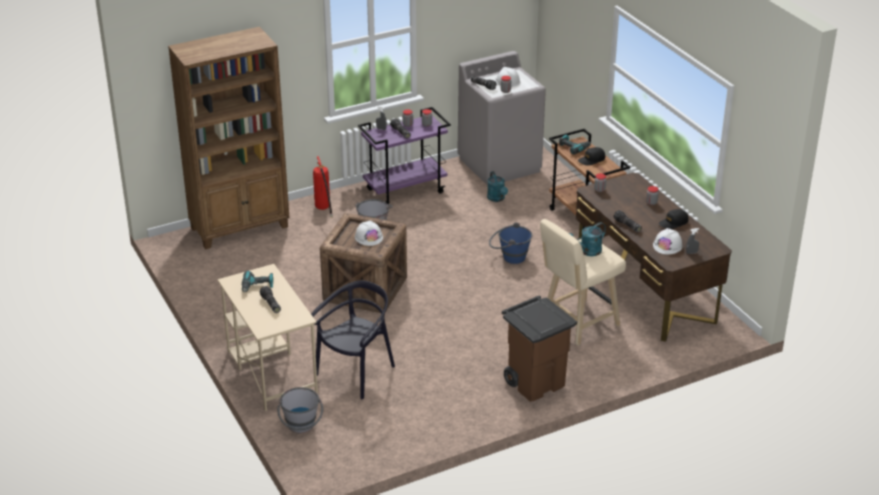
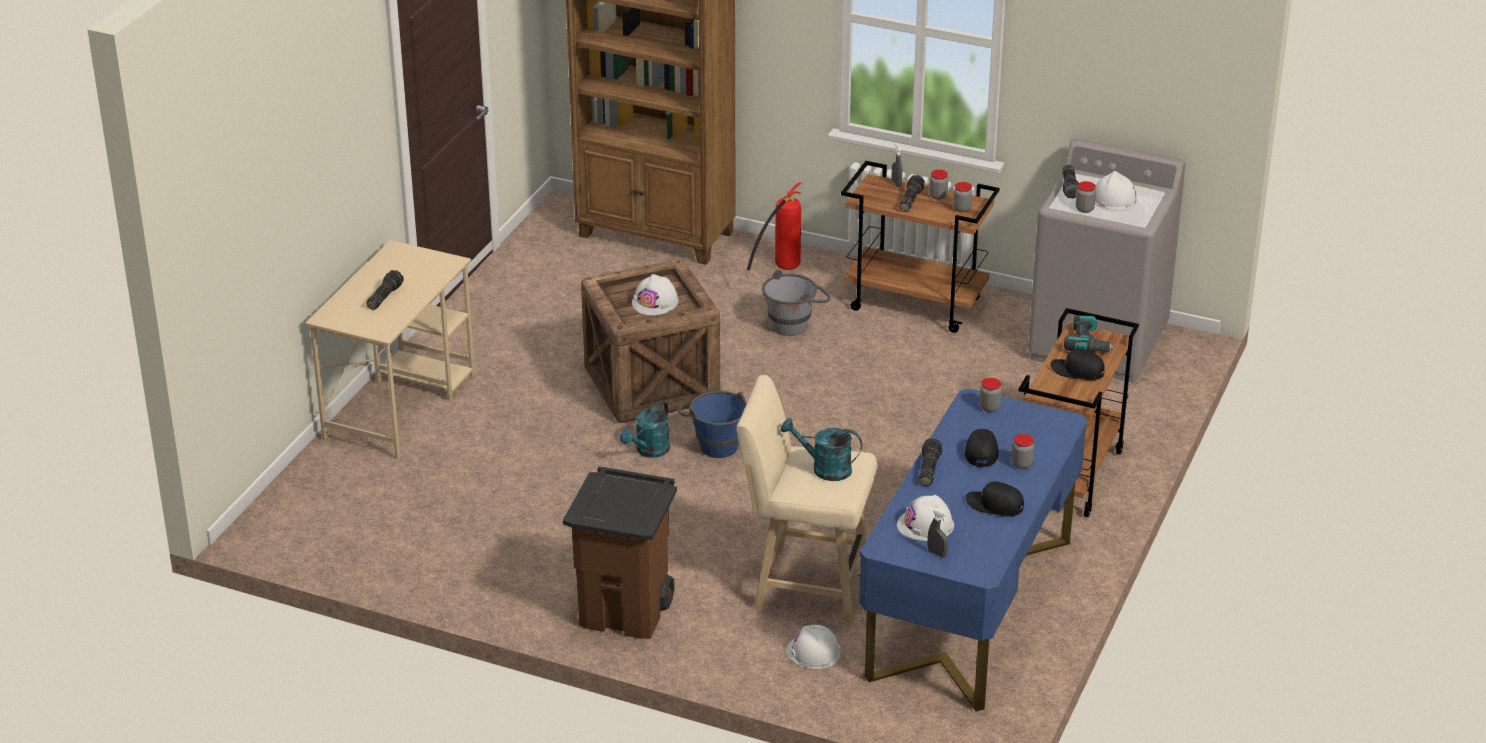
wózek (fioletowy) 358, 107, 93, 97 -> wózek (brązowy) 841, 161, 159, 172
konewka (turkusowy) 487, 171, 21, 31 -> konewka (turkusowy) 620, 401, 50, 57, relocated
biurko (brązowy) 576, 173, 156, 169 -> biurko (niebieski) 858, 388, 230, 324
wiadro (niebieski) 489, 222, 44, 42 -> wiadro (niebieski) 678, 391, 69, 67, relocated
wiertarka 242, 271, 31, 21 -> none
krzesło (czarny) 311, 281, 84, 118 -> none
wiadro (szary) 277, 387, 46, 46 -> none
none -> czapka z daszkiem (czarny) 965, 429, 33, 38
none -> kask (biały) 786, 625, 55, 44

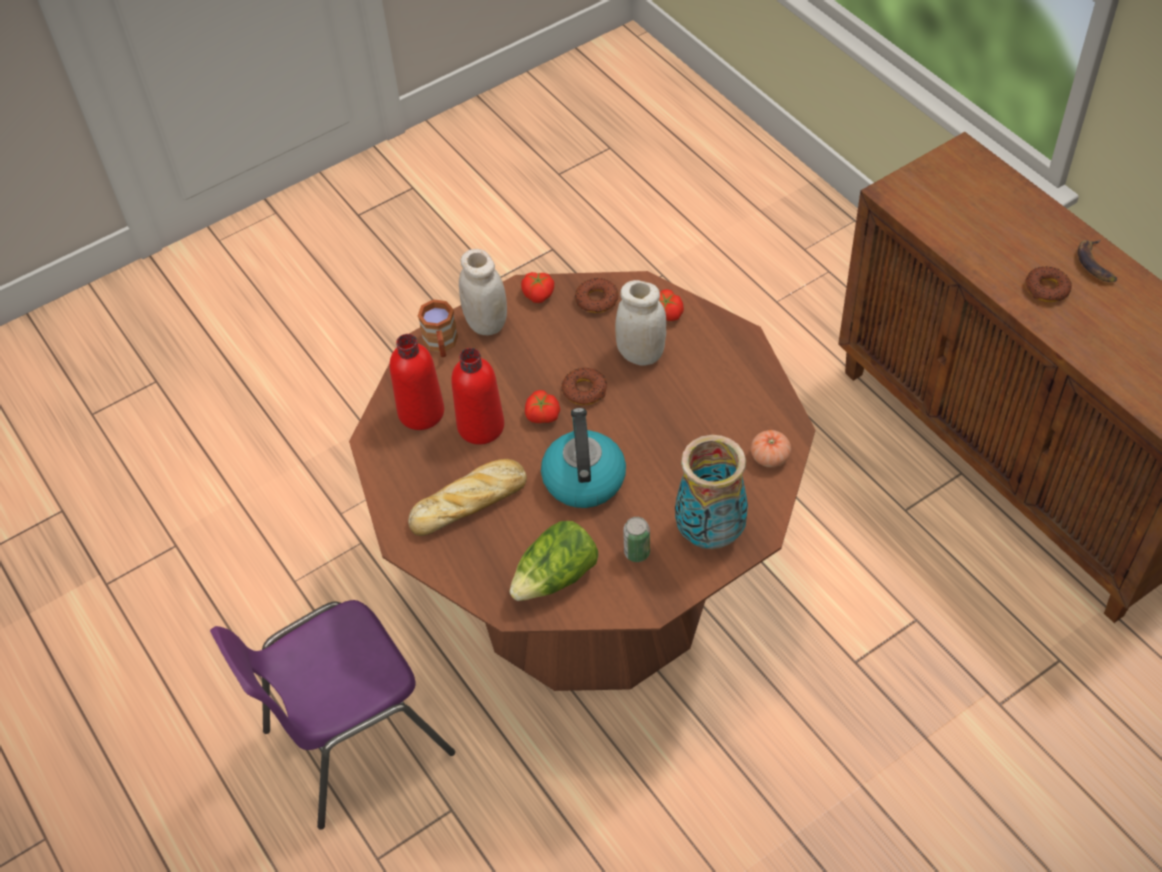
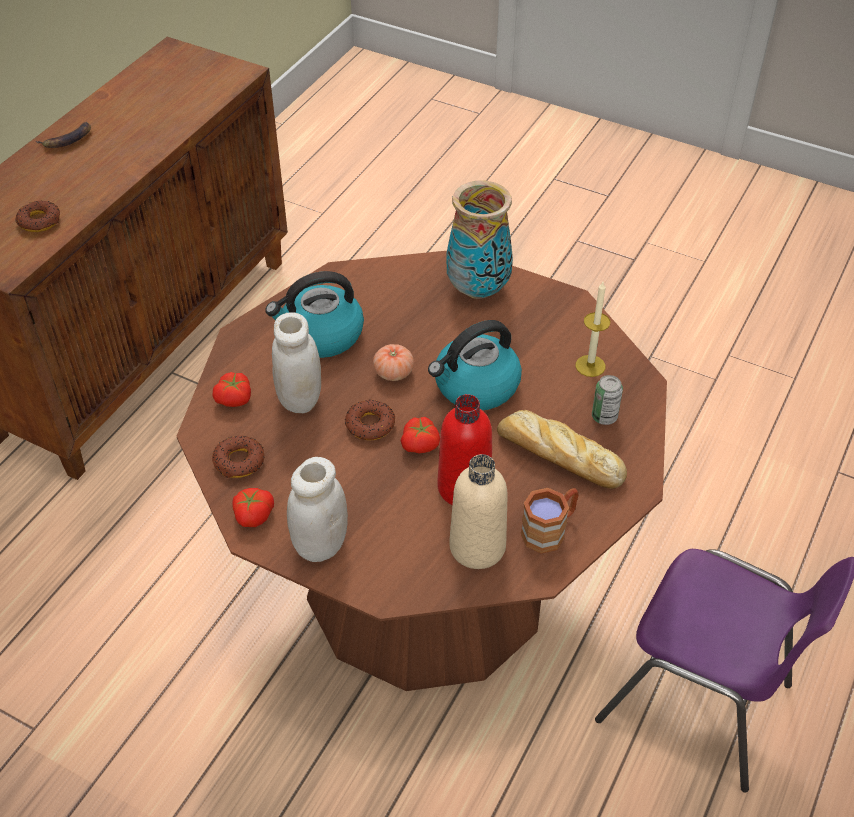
donut 1025, 266, 47, 36 -> donut 16, 200, 44, 32, relocated
kubek (brązowy) 418, 299, 40, 58 -> kubek (brązowy) 521, 488, 58, 66, relocated
butelka (czerwony) 390, 334, 54, 96 -> butelka (beżowy) 449, 454, 59, 115
pomidor 751, 430, 40, 37 -> pomidor 373, 344, 41, 37, relocated
puszka 623, 517, 27, 45 -> puszka 592, 375, 31, 50, relocated
sałata 509, 521, 89, 80 -> świeca 575, 282, 35, 95
none -> czajnik 265, 271, 99, 87

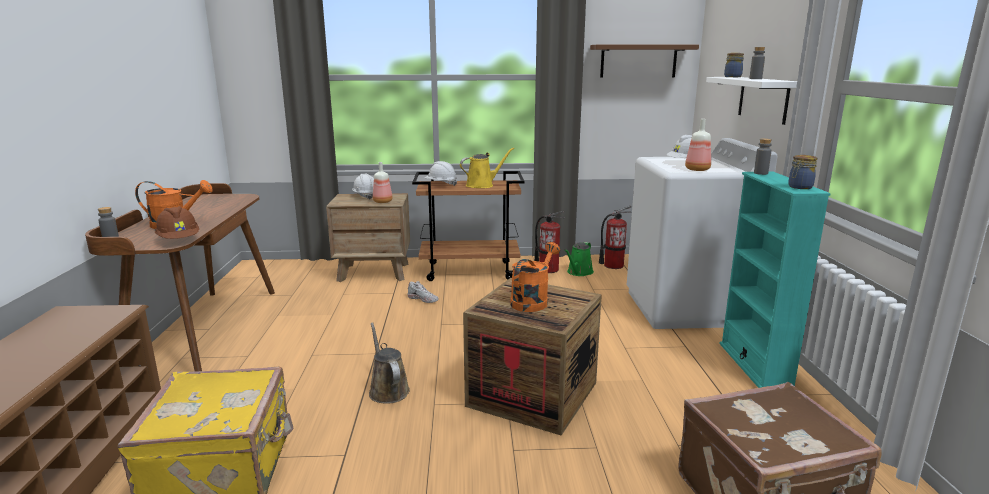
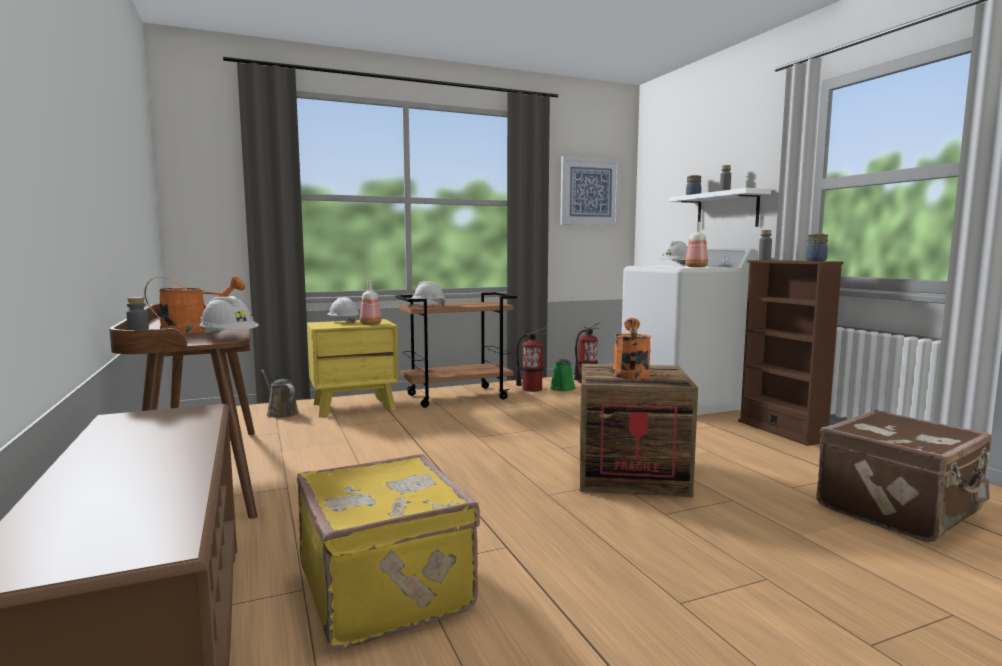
półka (brązowy) 590, 45, 109, 33 -> obraz 560, 156, 60, 70
konewka (żółty) 460, 148, 54, 40 -> none
regał (turkusowy) 719, 172, 112, 216 -> regał (brązowy) 738, 260, 106, 186
szafka nocna (brązowy) 326, 193, 84, 89 -> szafka nocna (żółty) 307, 319, 92, 99
kask (brązowy) 155, 206, 44, 33 -> kask (biały) 199, 296, 60, 40
but (biały) 407, 281, 31, 22 -> none
konewka (brązowy) 369, 322, 41, 82 -> konewka (brązowy) 261, 370, 38, 48, relocated

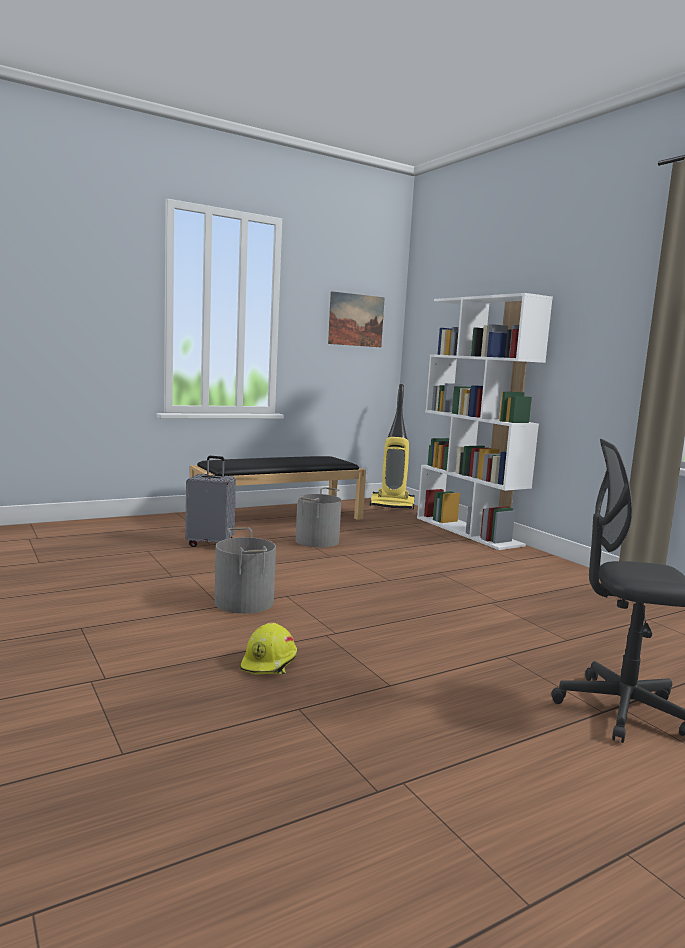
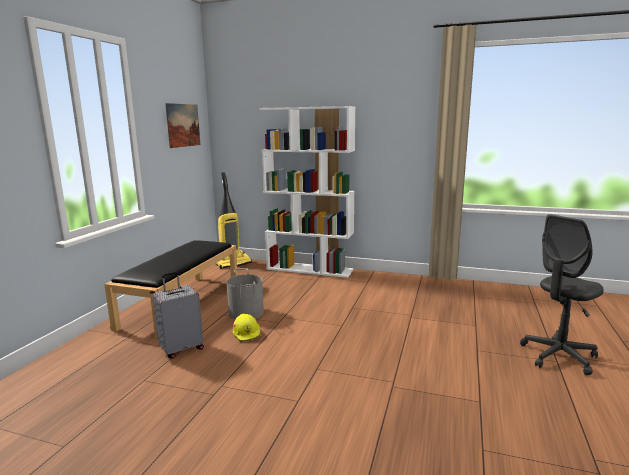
wiadro (szary) 214, 527, 62, 87 -> none
kask (żółty) 240, 623, 57, 52 -> kask (żółty) 233, 314, 28, 28, relocated

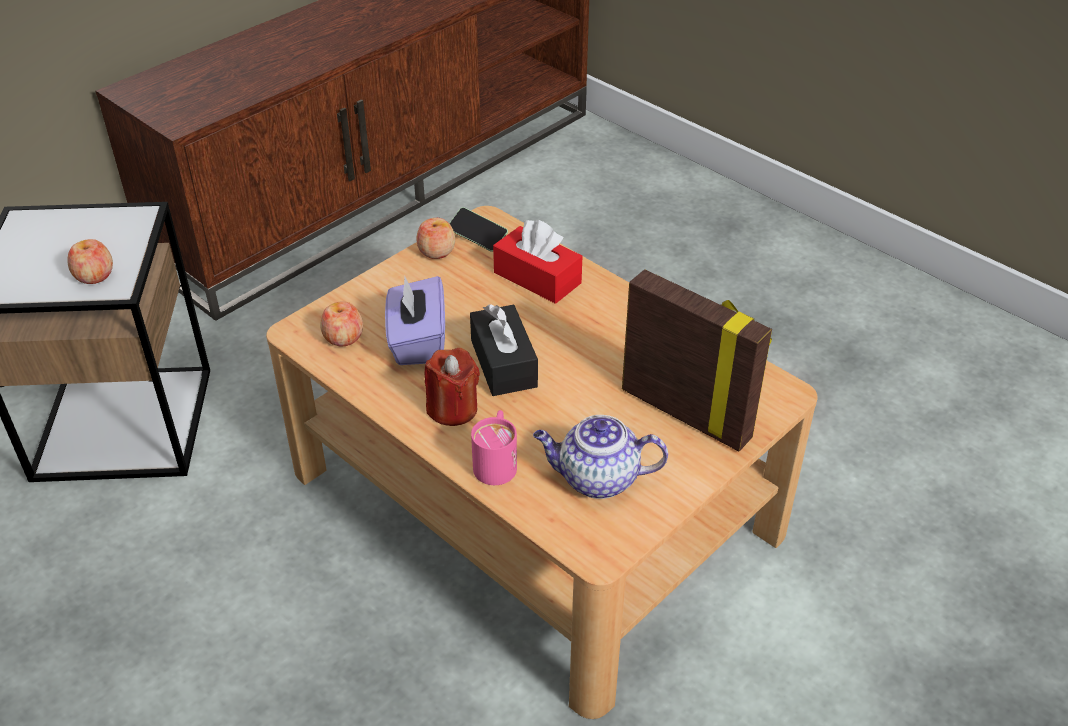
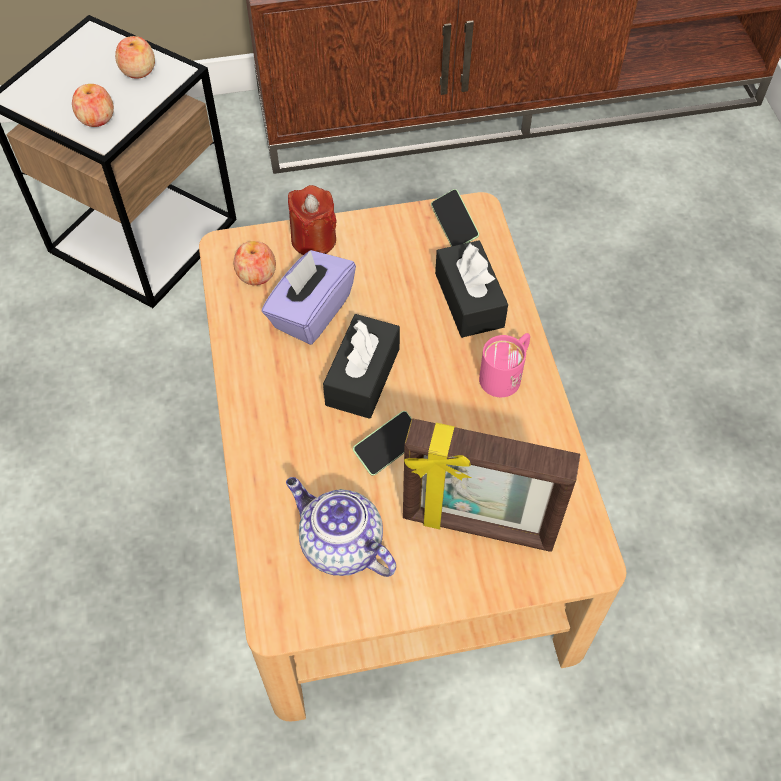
jabłko 416, 218, 39, 41 -> jabłko 115, 36, 40, 43, relocated
pudełko chusteczek (czerwony) 493, 220, 89, 84 -> pudełko chusteczek (czarny) 435, 240, 73, 98
ramka na zdjęcie 622, 269, 150, 182 -> ramka na zdjęcie 403, 418, 177, 134, 120 degrees clockwise
świeca (czerwony) 425, 348, 55, 78 -> świeca (czerwony) 288, 185, 49, 70, relocated
kubek (różowy) 471, 410, 46, 75 -> kubek (różowy) 479, 333, 51, 64, relocated
none -> telefon 353, 411, 59, 65

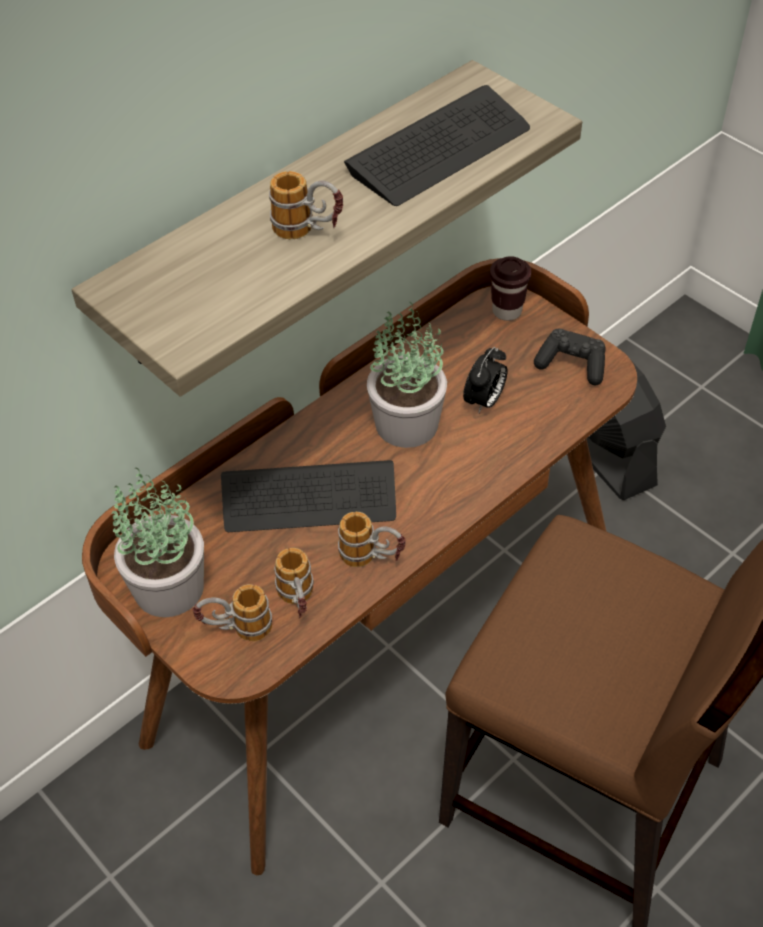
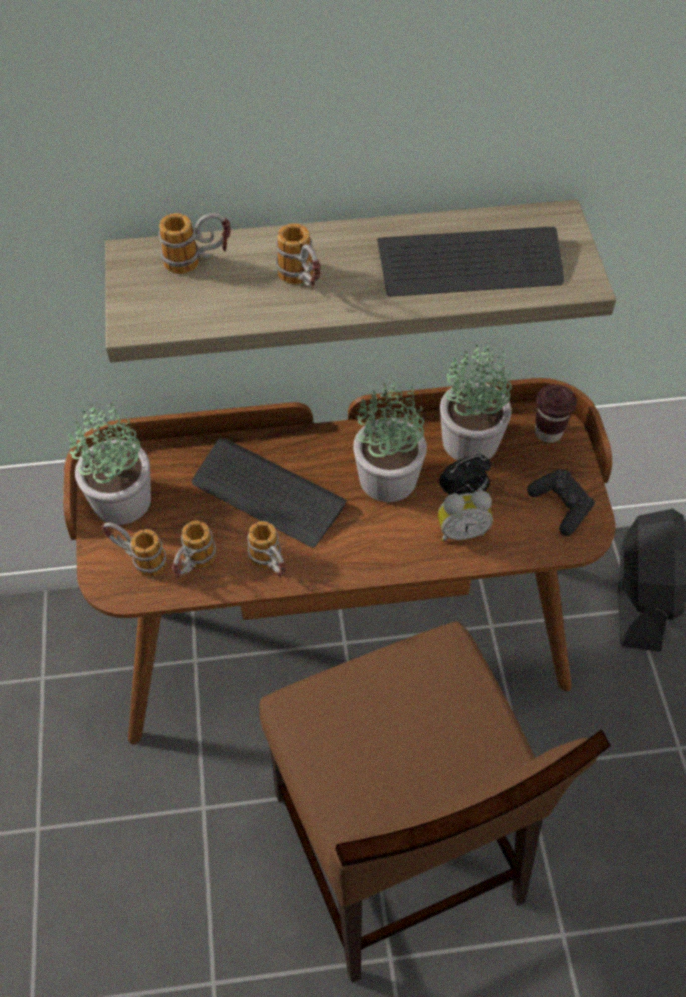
none -> kubek 159, 213, 72, 61
none -> roślina doniczkowa 440, 343, 72, 118
none -> budzik 438, 491, 55, 51

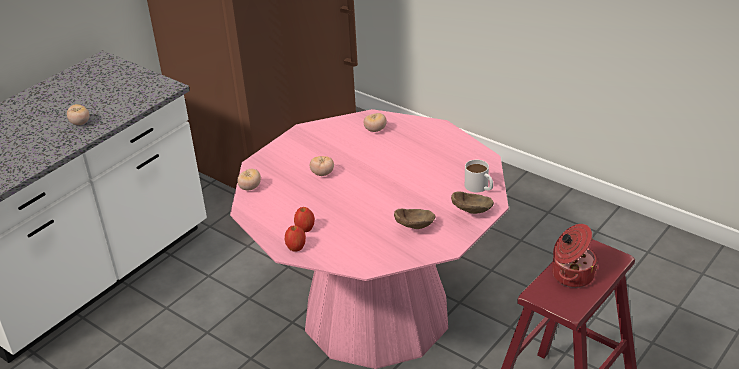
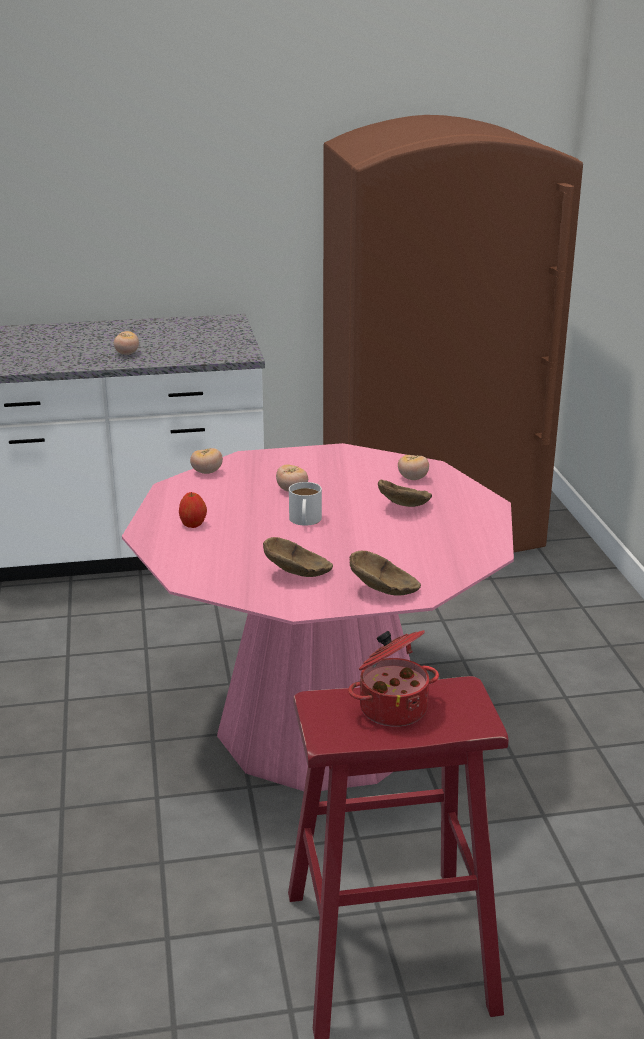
kubek (biały) 465, 160, 28, 32 -> kubek (biały) 289, 482, 33, 44, relocated
jabłko 285, 225, 21, 27 -> none
none -> miska (brązowy) 378, 479, 54, 28

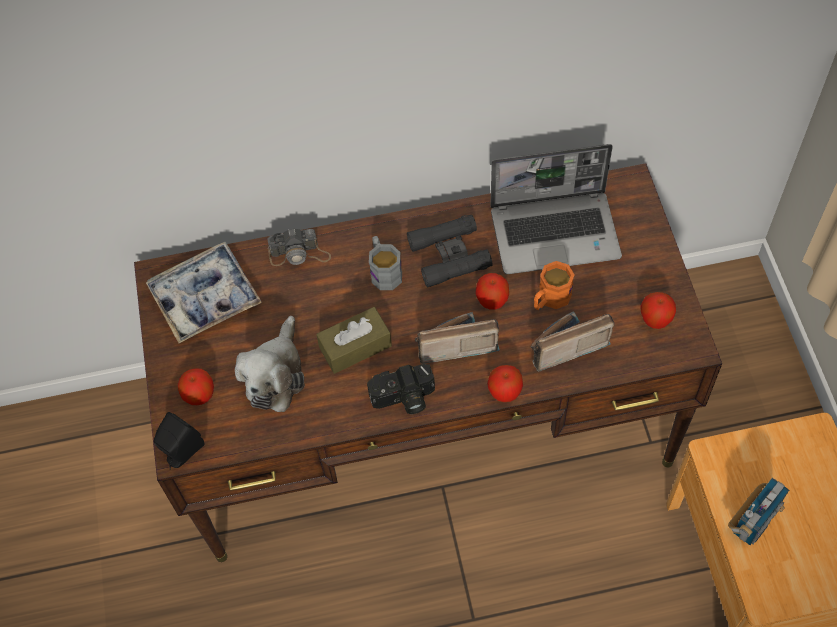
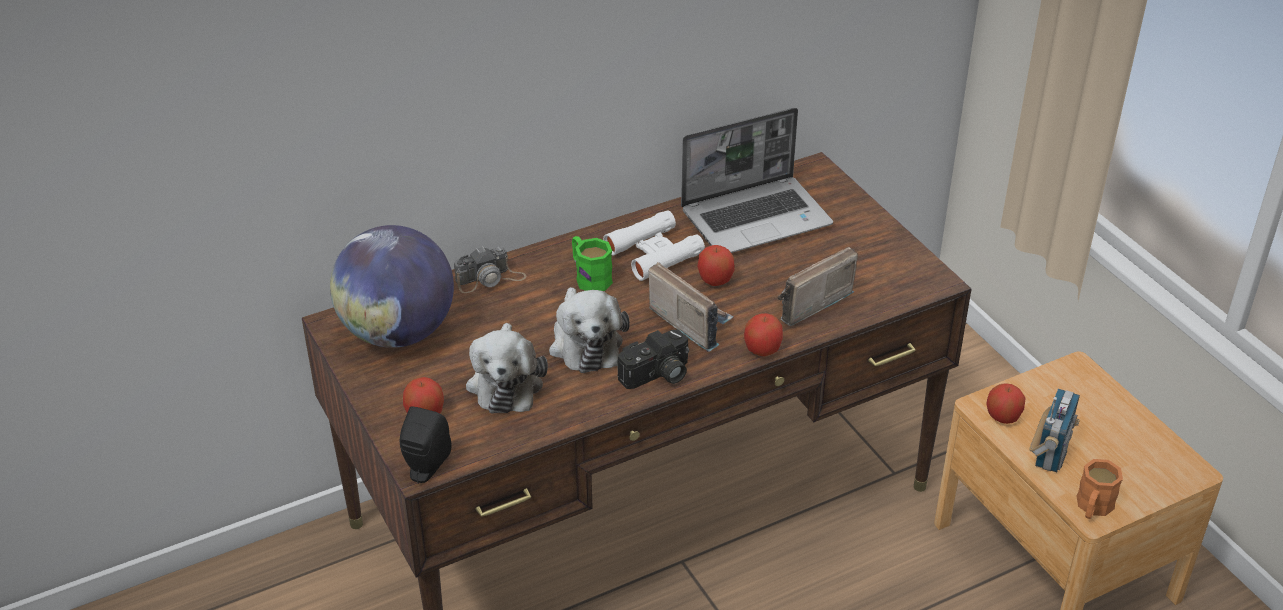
lornetka (czarny) 407, 214, 86, 74 -> lornetka (biały) 603, 210, 102, 71
kubek (szary) 369, 236, 33, 54 -> kubek (zielony) 572, 236, 41, 55
taca 146, 242, 116, 101 -> globus 330, 225, 124, 123
kubek (pomarańczowy) 534, 261, 41, 49 -> kubek (pomarańczowy) 1077, 459, 46, 60, relocated
jabłko 640, 292, 36, 37 -> jabłko 986, 383, 39, 41, relocated
pudełko chusteczek (brązowy) 316, 307, 76, 67 -> pluszak 549, 287, 81, 86
radio 415, 312, 85, 52 -> radio 649, 262, 84, 90, 75 degrees clockwise

